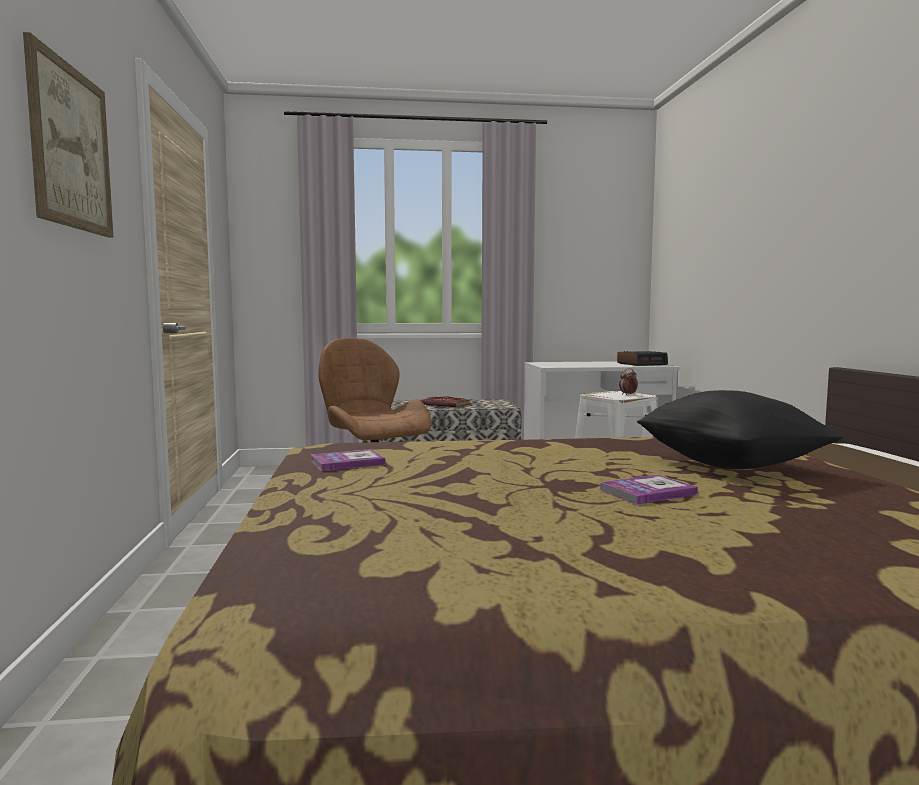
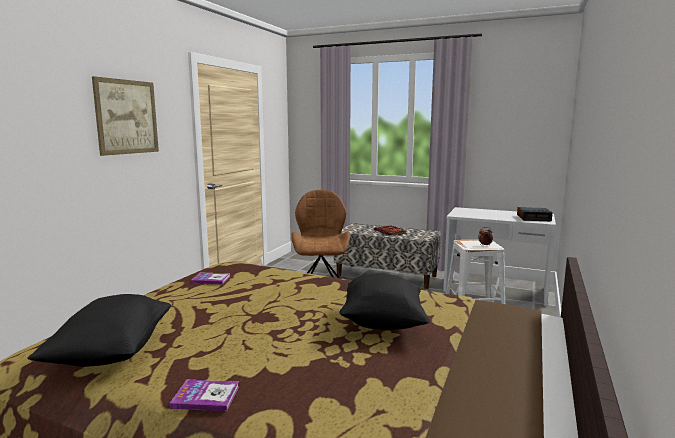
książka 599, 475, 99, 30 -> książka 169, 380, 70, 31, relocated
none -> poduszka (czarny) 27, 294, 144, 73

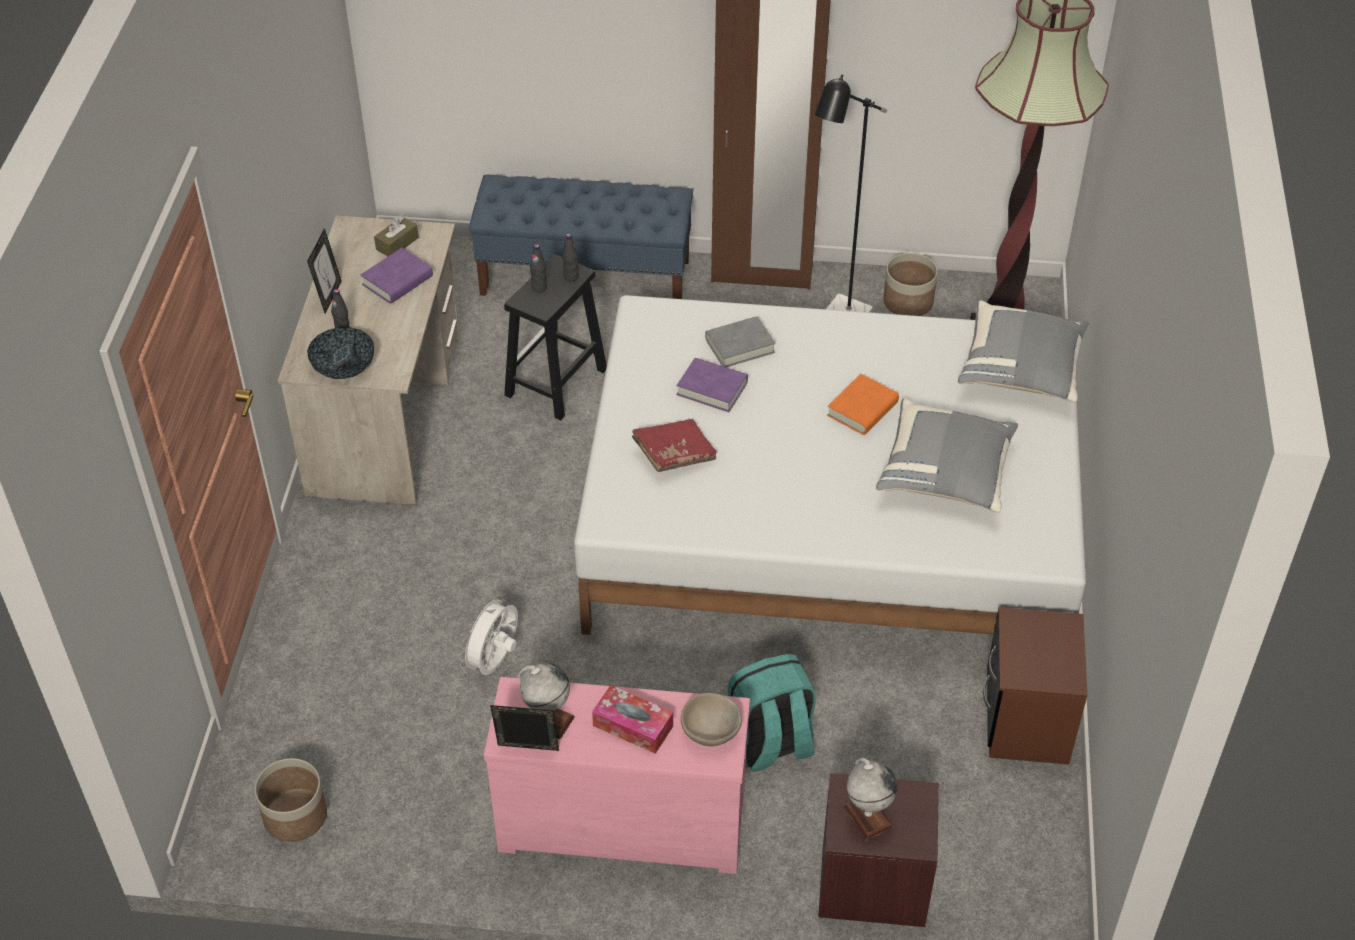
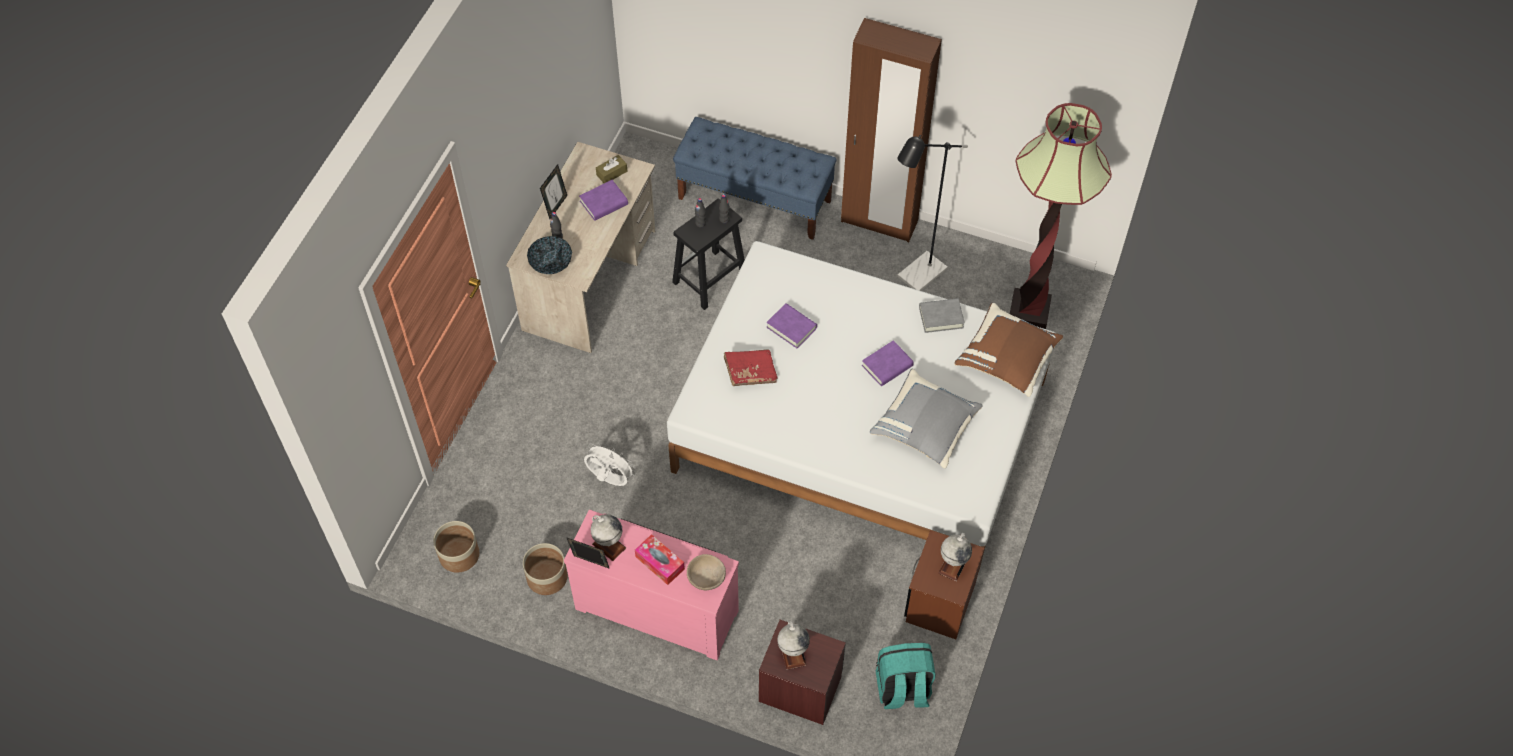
donica 883, 253, 55, 63 -> donica 523, 543, 45, 52, relocated
poduszka (szary) 958, 300, 131, 103 -> poduszka (brązowy) 954, 302, 109, 95
książka (szary) 705, 316, 71, 51 -> książka (szary) 919, 298, 46, 35, relocated
książka (pomarańczowy) 827, 374, 72, 61 -> książka (fioletowy) 862, 340, 52, 46
wentylator (biały) 459, 594, 59, 81 -> wentylator (biały) 584, 442, 53, 44, 75 degrees clockwise
plecak (turkusowy) 728, 654, 88, 118 -> plecak (turkusowy) 876, 643, 60, 66, relocated
none -> globus 939, 533, 33, 48

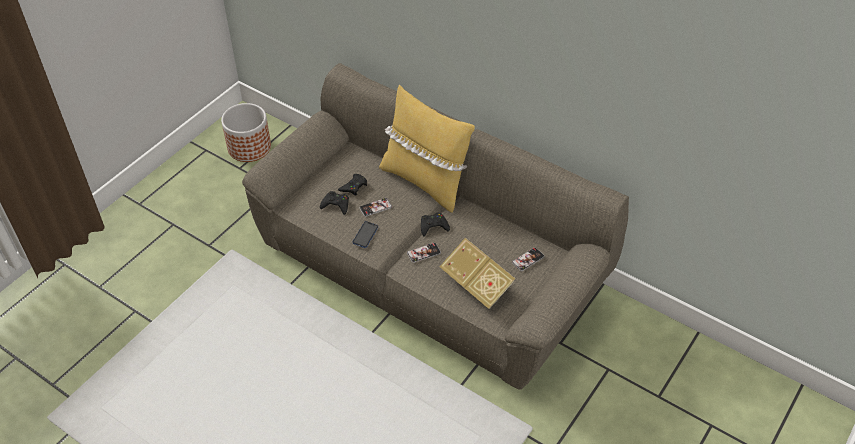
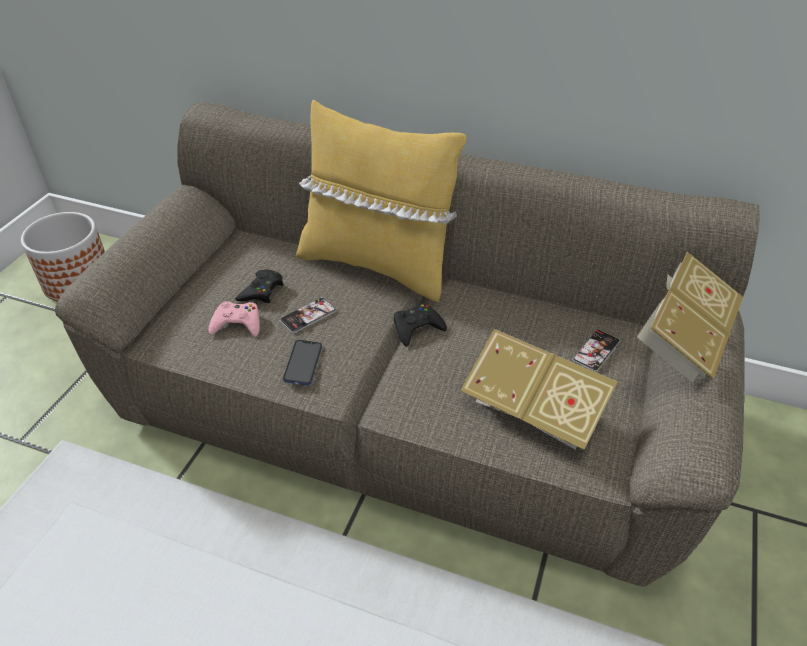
pad do gier (czarny) 320, 191, 29, 24 -> pad do gier (różowy) 209, 301, 51, 36
telefon 407, 243, 34, 20 -> none
none -> książka 637, 252, 106, 131

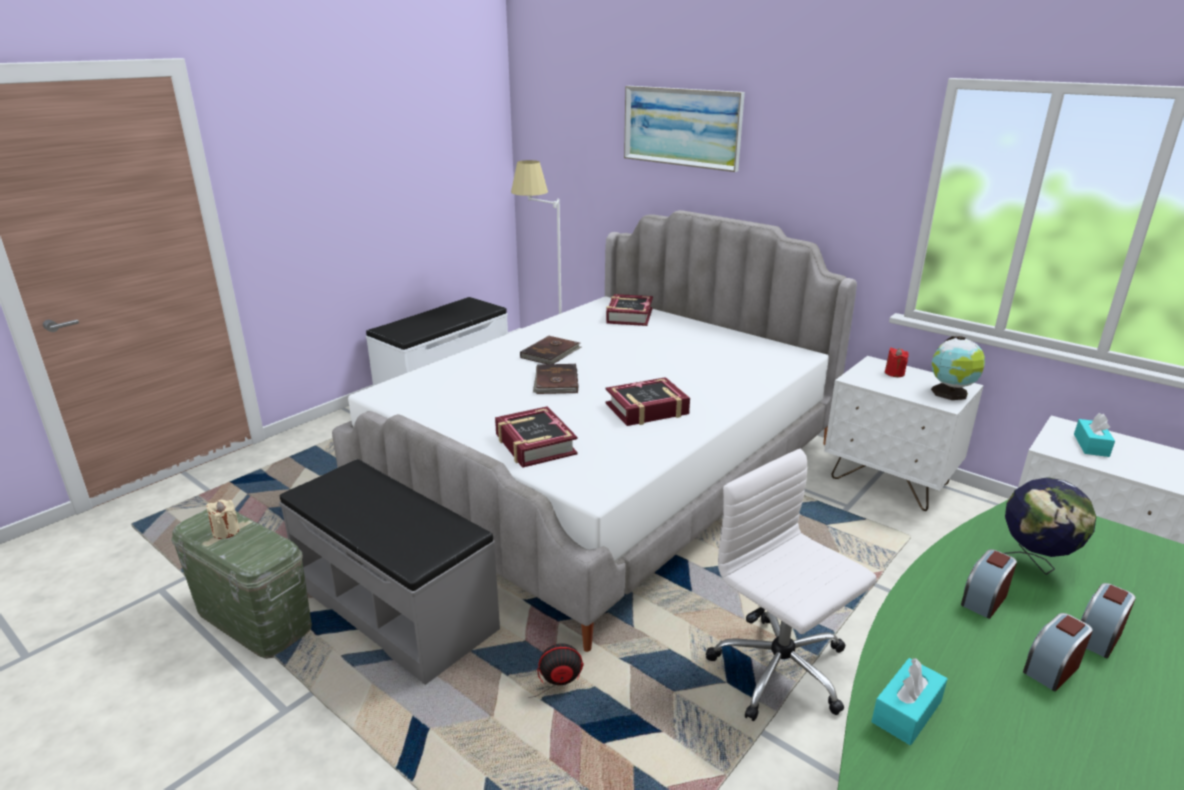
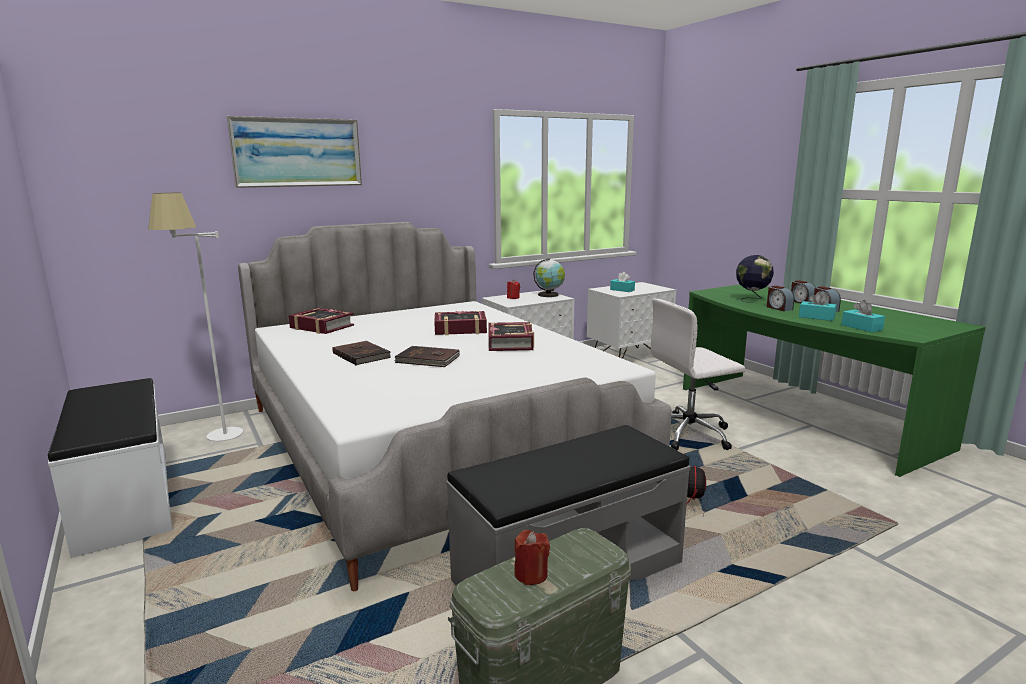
książka 495, 406, 83, 62 -> książka 434, 311, 53, 24, relocated
świeca (beżowy) 206, 500, 34, 39 -> świeca (czerwony) 514, 530, 36, 55
none -> pudełko chusteczek (turkusowy) 799, 292, 38, 29

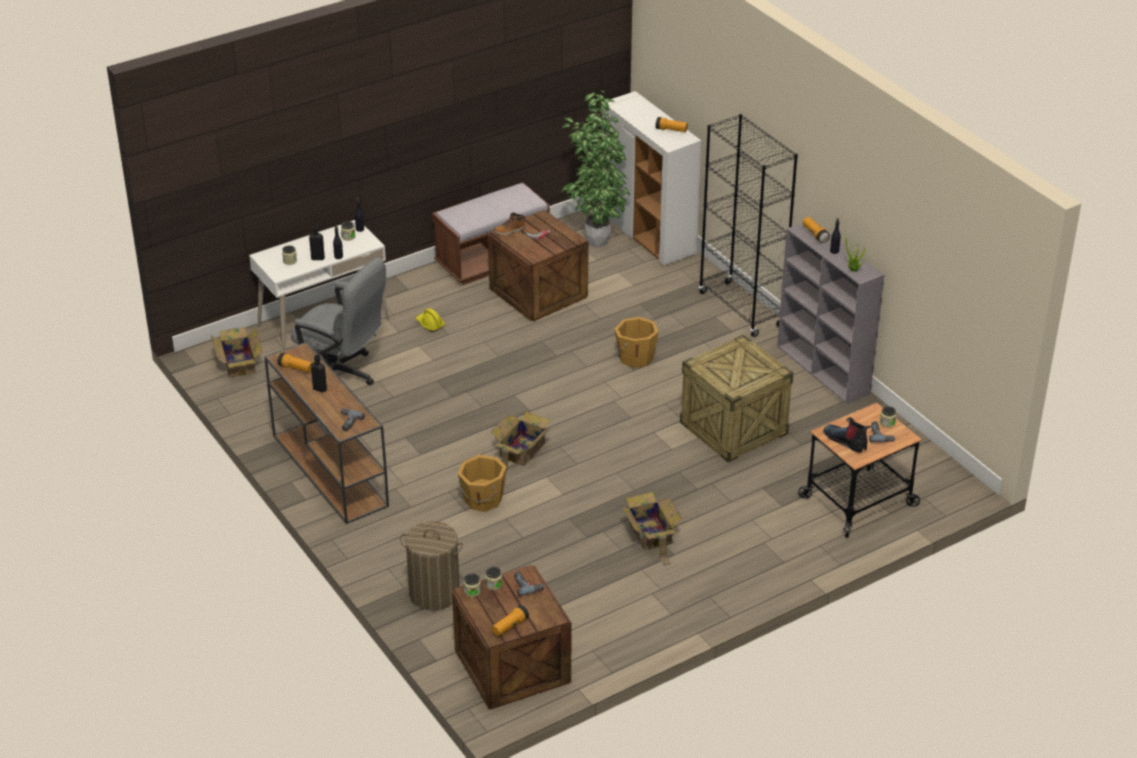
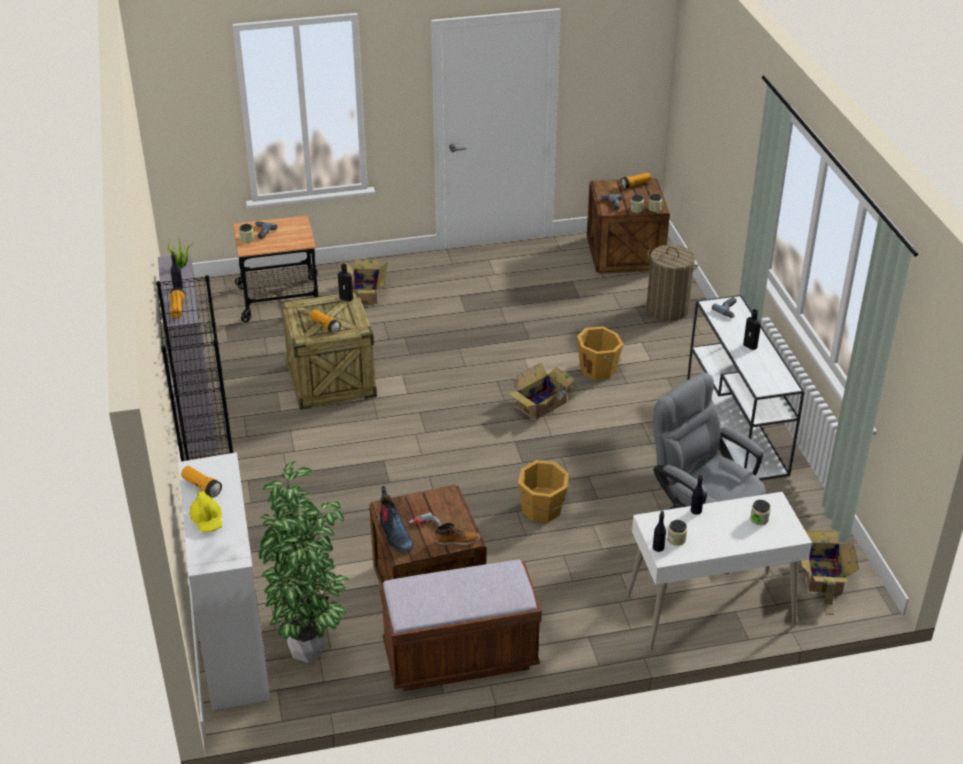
butelka (czarny) 309, 226, 16, 34 -> butelka (czarny) 338, 264, 15, 37, relocated
kask (żółty) 416, 308, 29, 24 -> kask (żółty) 190, 491, 32, 41, relocated
wiadro (pomarańczowy) 614, 317, 44, 51 -> wiadro (pomarańczowy) 518, 460, 52, 63, relocated
stolik konsolowy (brązowy) 264, 342, 125, 182 -> stolik konsolowy (biały) 687, 295, 118, 185
latarka 277, 353, 35, 20 -> latarka 310, 309, 31, 25, relocated
but z cholewką 823, 417, 48, 36 -> but z cholewką 380, 486, 34, 66, relocated
karton 621, 492, 61, 74 -> karton 344, 259, 44, 45, relocated

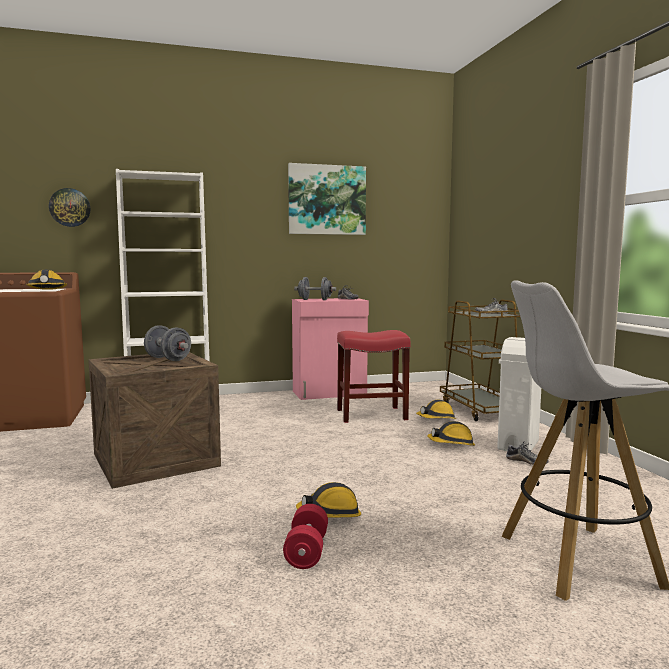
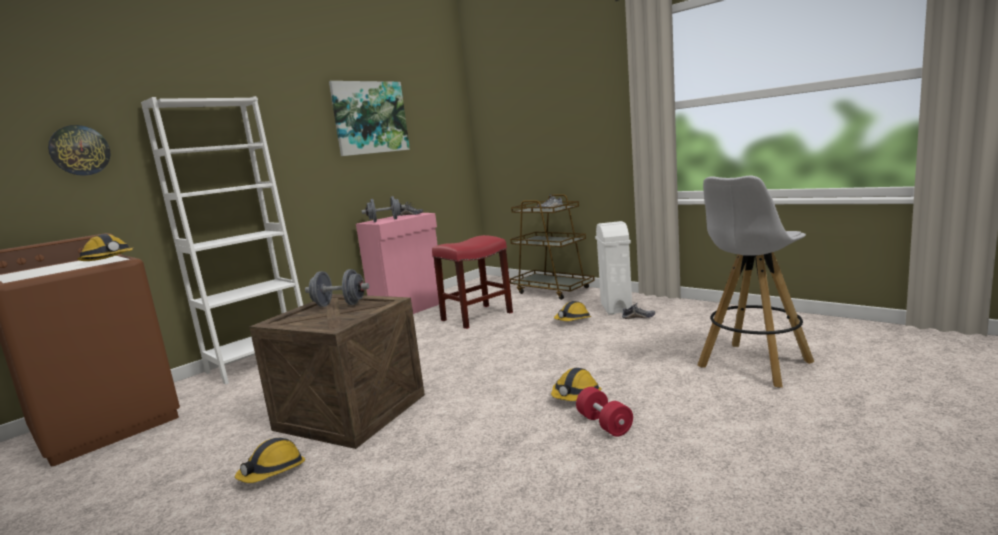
kask 416, 400, 41, 19 -> kask 235, 438, 70, 45, relocated

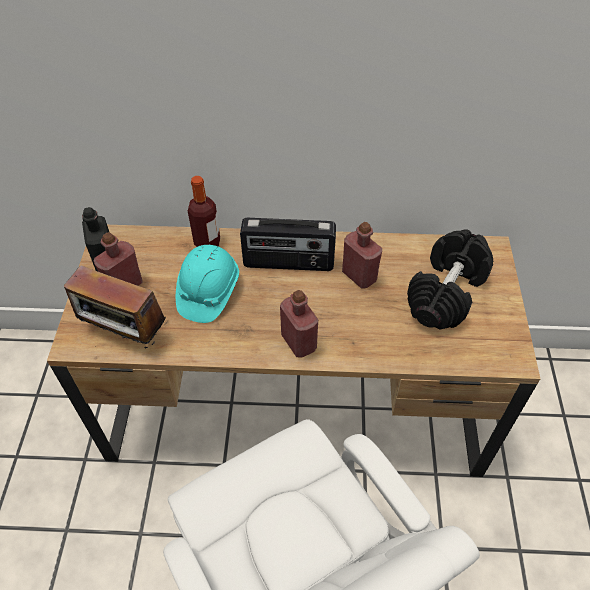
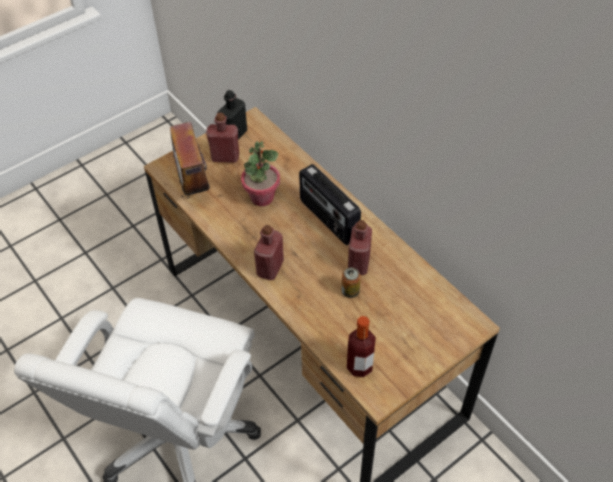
butelka 188, 176, 32, 71 -> butelka 347, 316, 29, 61, relocated
hantel (czarny) 407, 229, 86, 101 -> none
kask (turkusowy) 176, 245, 63, 78 -> roślina doniczkowa 241, 141, 39, 65
none -> puszka 341, 267, 20, 31

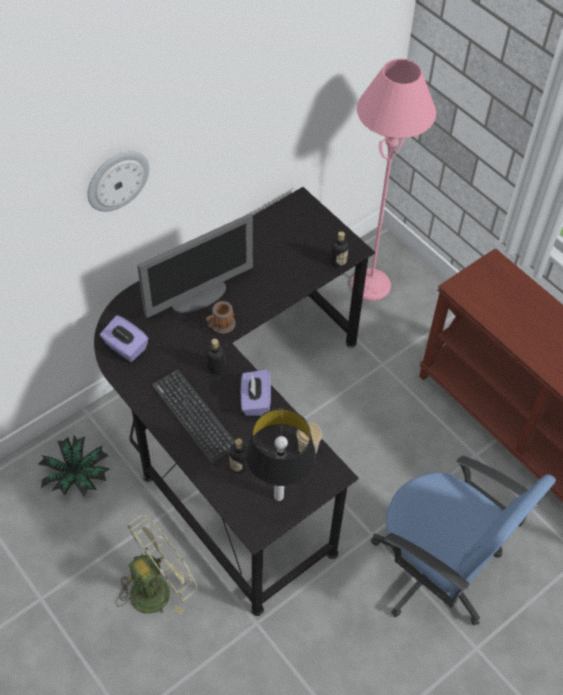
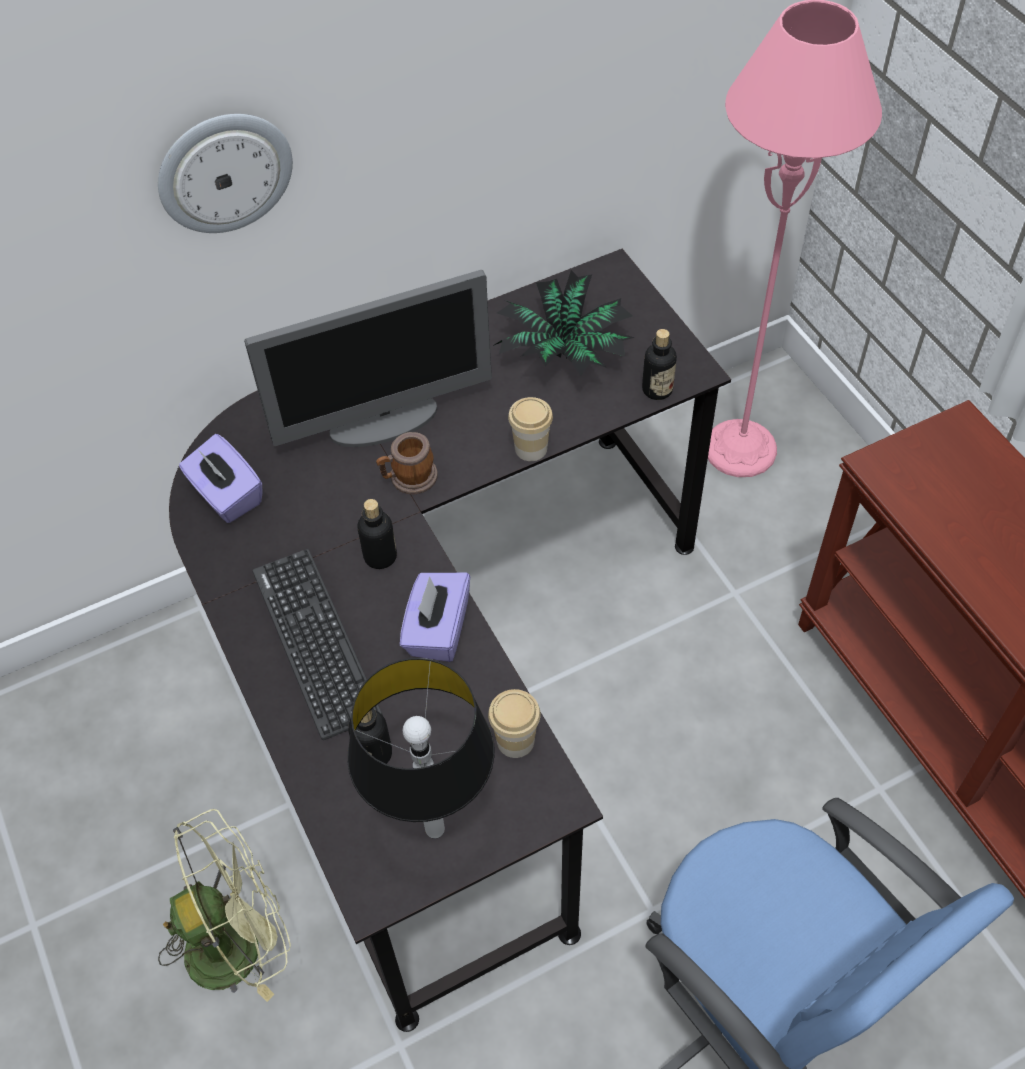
roślina doniczkowa 38, 435, 72, 61 -> roślina doniczkowa 493, 270, 142, 106, relocated
none -> filiżanka 508, 397, 45, 64

